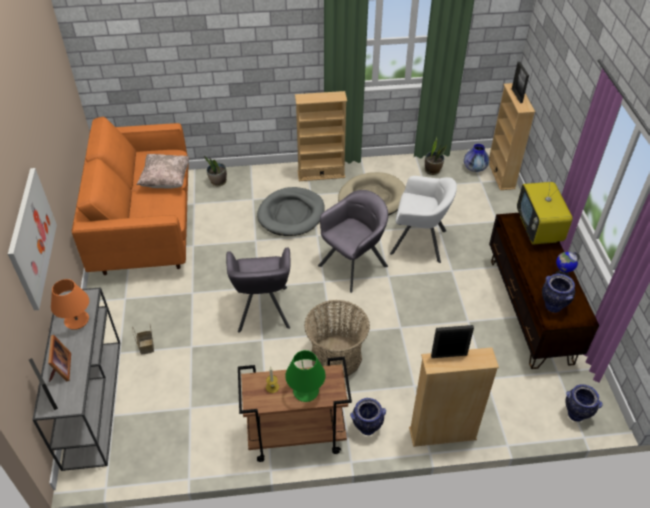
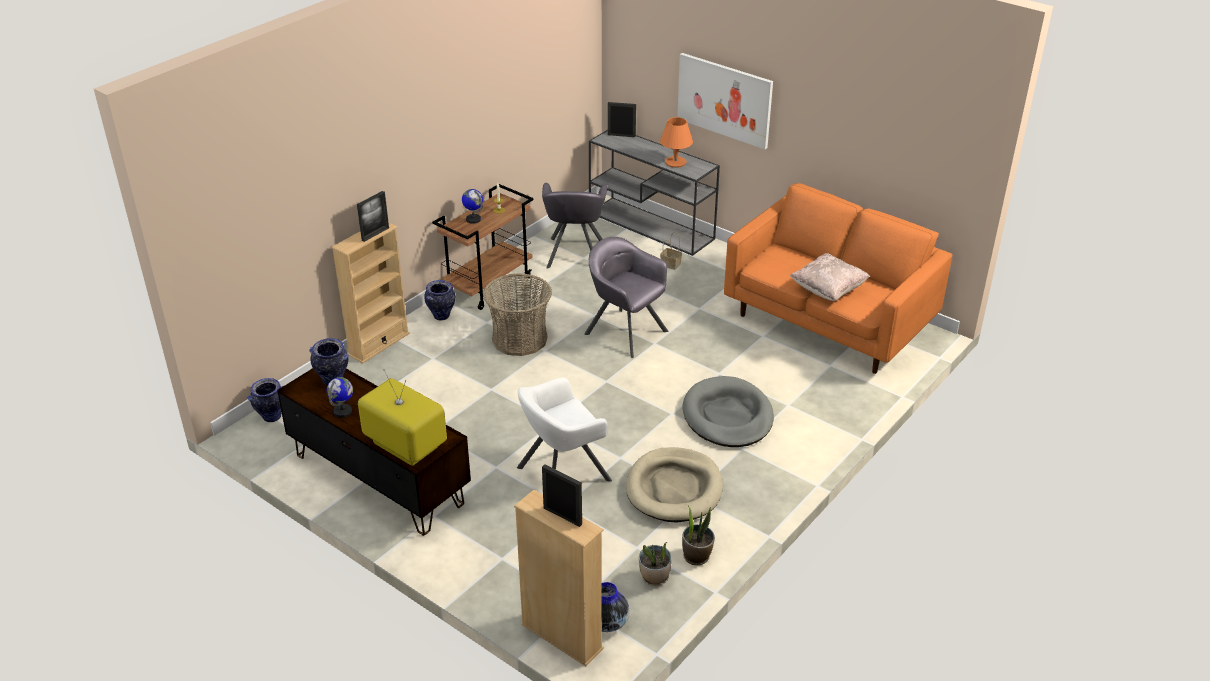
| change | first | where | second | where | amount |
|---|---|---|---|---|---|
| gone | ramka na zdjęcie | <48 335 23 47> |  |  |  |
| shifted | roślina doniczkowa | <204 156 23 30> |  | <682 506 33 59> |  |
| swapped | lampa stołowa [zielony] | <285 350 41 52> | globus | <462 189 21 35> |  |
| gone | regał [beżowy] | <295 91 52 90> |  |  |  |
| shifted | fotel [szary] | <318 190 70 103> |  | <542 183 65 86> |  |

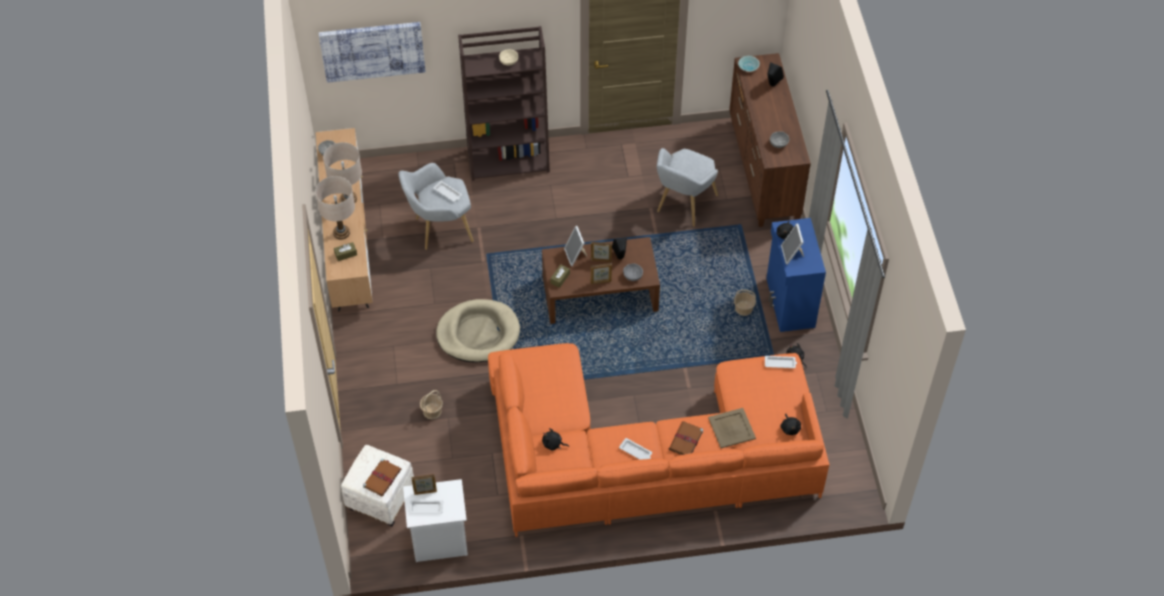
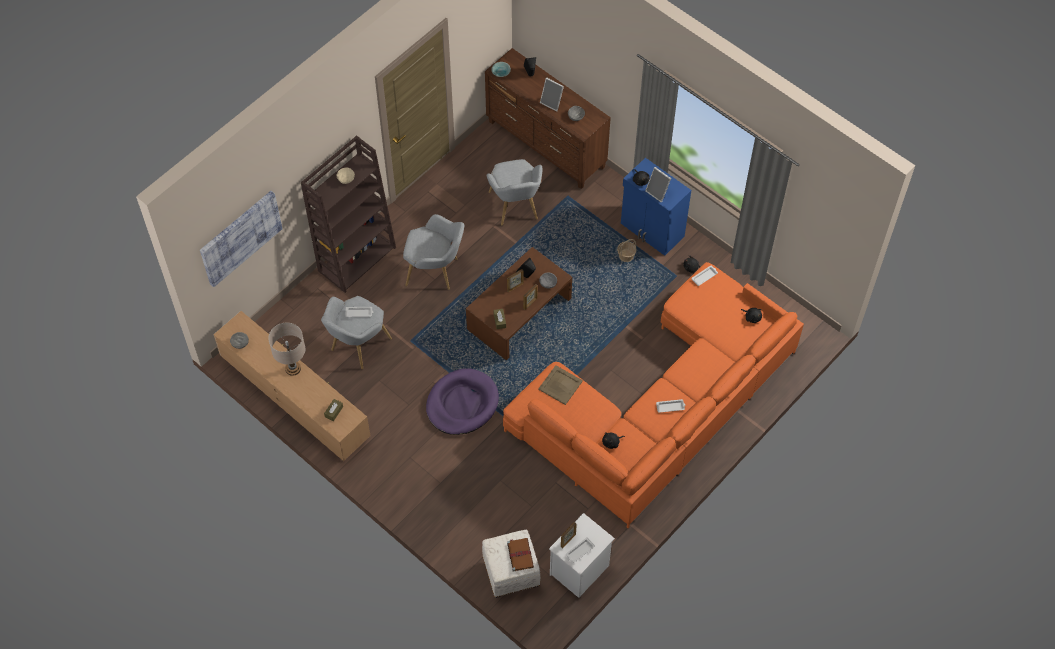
| change | first | where | second | where | amount |
|---|---|---|---|---|---|
| gone | lampa stołowa [beżowy] | <315 176 40 64> |  |  |  |
| gone | koszyk | <420 390 23 29> |  |  |  |
| repainted | legowisko [beżowy] | <436 299 84 64> | legowisko [fioletowy] | <426 368 73 67> |  |
| shifted | ramka na zdjęcie | <564 226 23 40> |  | <540 77 24 34> |  |
| gone | książka [brązowy] | <669 421 34 34> |  |  |  |
| shifted | taca [beżowy] | <708 408 48 40> |  | <538 365 45 40> |  |
| new |  |  | fotel [szary] | <403 214 61 76> |  |

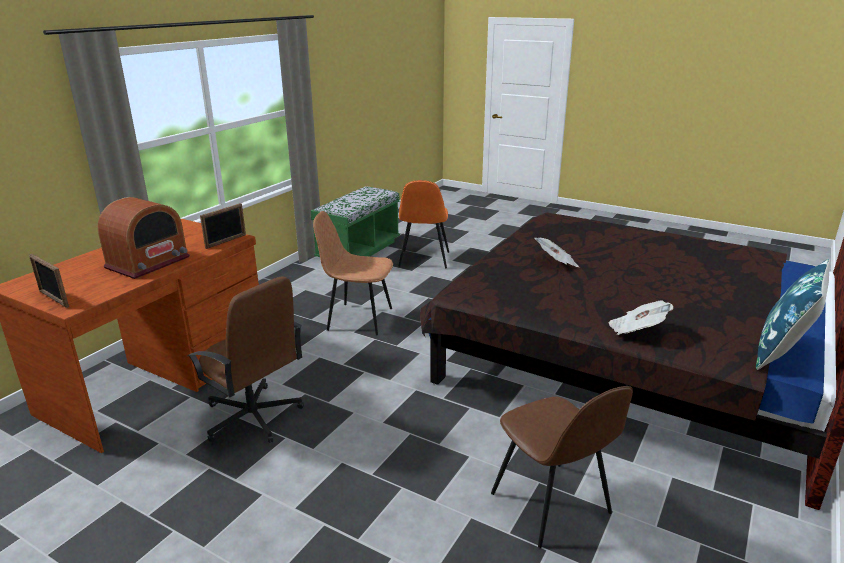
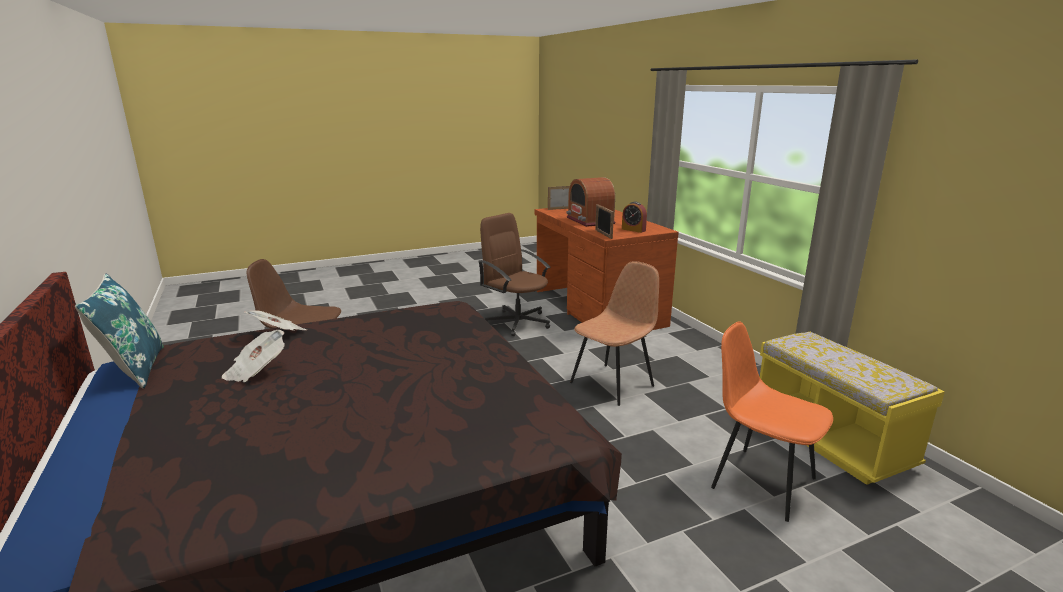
| change | first | where | second | where | amount |
|---|---|---|---|---|---|
| rotated | krzesło biurowe [brązowy] | <187 277 117 166> |  | <478 213 73 123> | 60 degrees clockwise |
| repainted | ławka [zielony] | <311 187 89 70> | ławka [żółty] | <760 332 185 153> |  |
| shifted | gazeta | <535 237 44 30> |  | <222 330 63 52> |  |
| new |  |  | budzik | <622 202 25 31> |  |

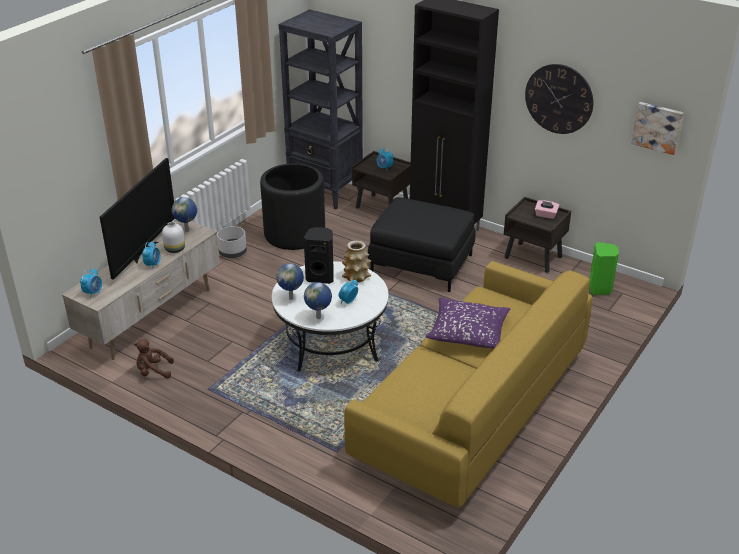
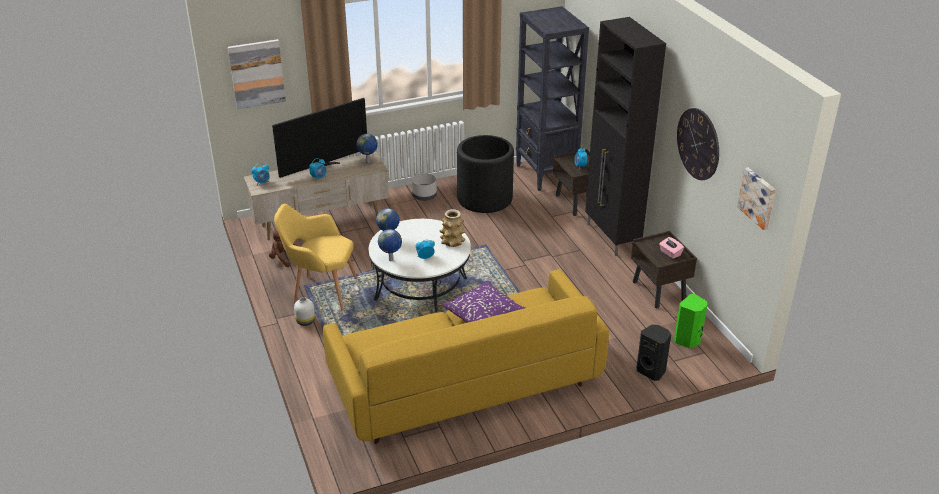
| change | first | where | second | where | amount |
|---|---|---|---|---|---|
| shifted | wazon [biały] | <162 222 23 31> |  | <294 297 21 29> |  |
| shifted | głośnik [czarny] | <304 227 30 57> |  | <636 325 35 56> |  |
| gone | pufa [czarny] | <368 197 108 95> |  |  |  |
| new |  |  | obraz | <228 39 58 71> |  |
| new |  |  | fotel [żółty] | <274 204 83 106> |  |

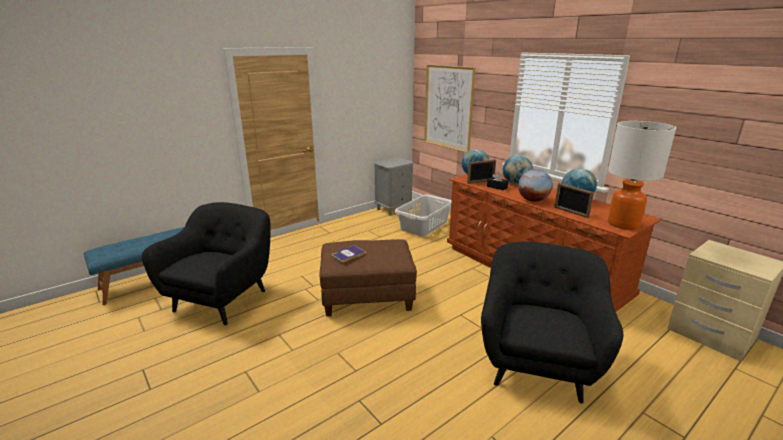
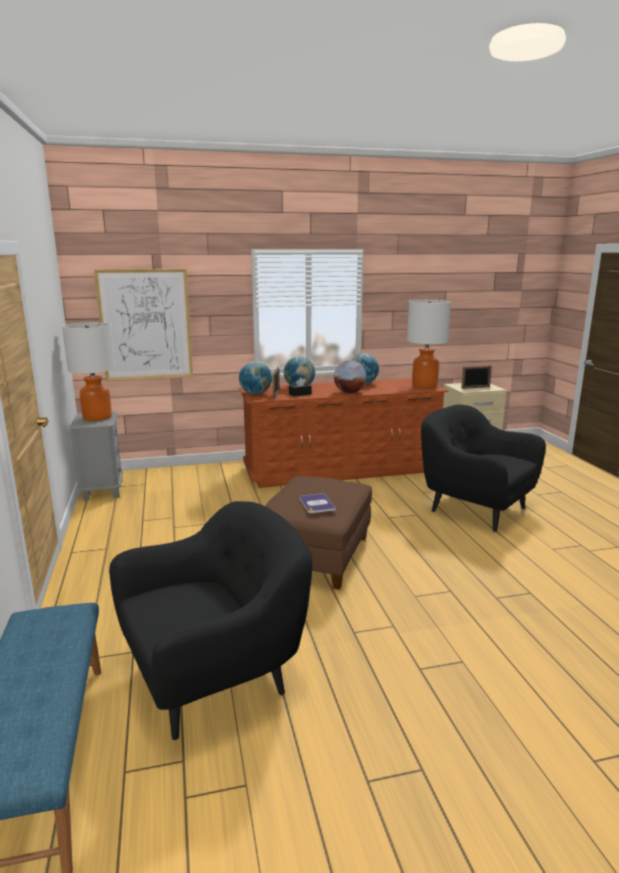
| change | first | where | second | where | amount |
|---|---|---|---|---|---|
| rotated | fotel [czarny] | <142 202 129 123> |  | <109 501 203 239> | 105 degrees clockwise |
| gone | kosz na pranie [szary] | <394 195 57 41> |  |  |  |
| shifted | ramka na zdjęcie | <554 183 40 35> |  | <461 365 31 24> |  |
| new |  |  | lampa stołowa | <62 322 53 99> |  |

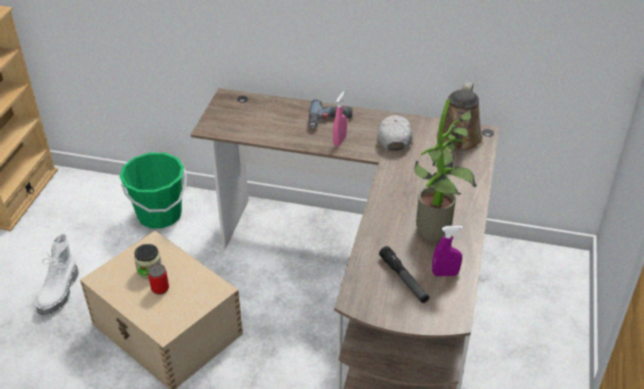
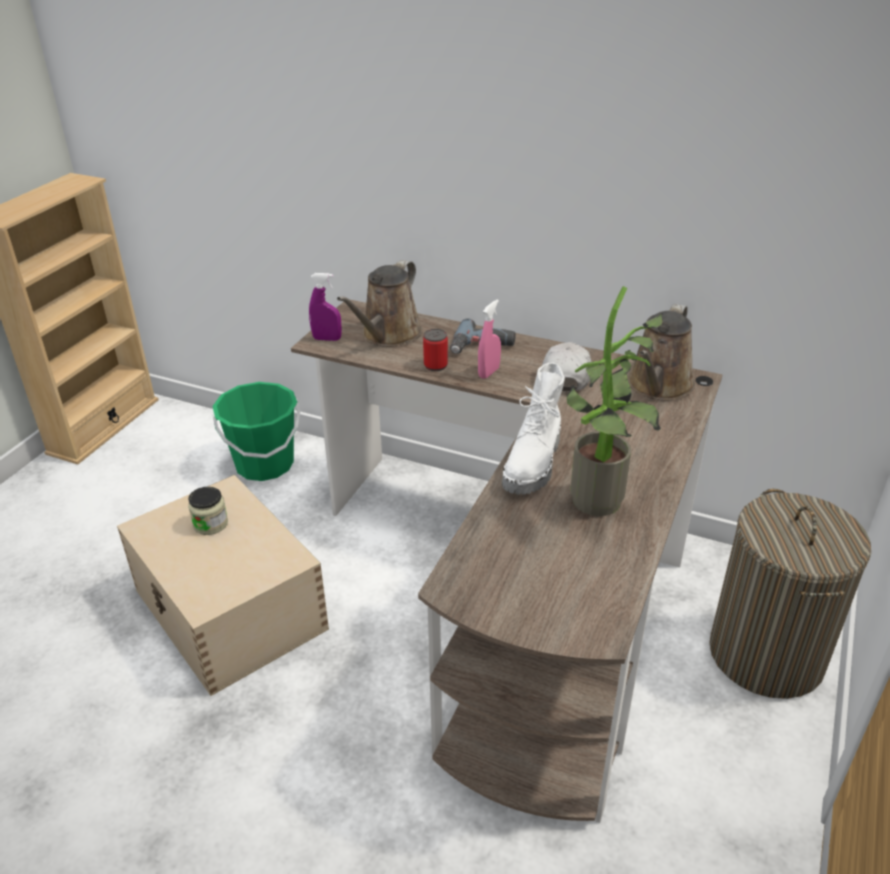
| change | first | where | second | where | amount |
|---|---|---|---|---|---|
| shifted | but z cholewką [biały] | <36 234 42 81> |  | <502 362 63 133> |  |
| shifted | puszka | <148 264 21 31> |  | <423 329 25 42> |  |
| gone | latarka | <379 246 50 57> |  |  |  |
| shifted | spryskiwacz [fioletowy] | <432 226 31 50> |  | <309 273 33 68> |  |
| new |  |  | konewka [brązowy] | <337 260 85 87> |  |
| new |  |  | kosz na pranie | <709 489 162 210> |  |

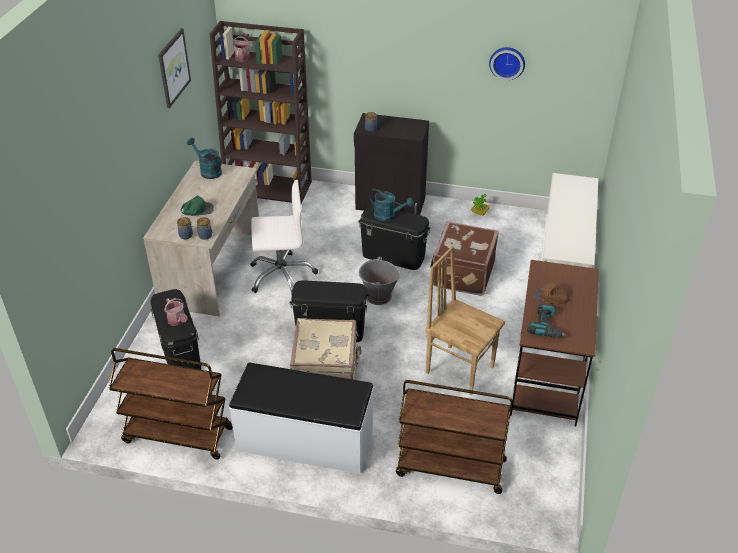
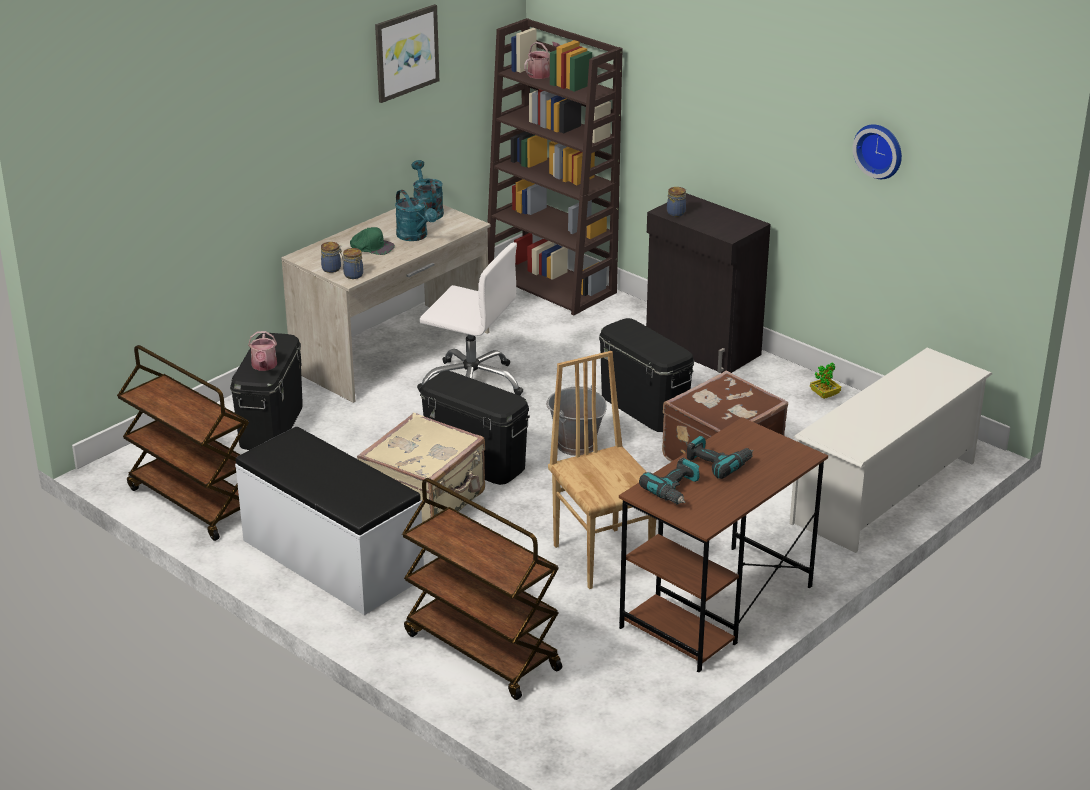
| change | first | where | second | where | amount |
|---|---|---|---|---|---|
| shifted | konewka [turkusowy] | <369 189 45 32> |  | <395 190 43 51> |  |
| swapped | czapka z daszkiem [brązowy] | <532 282 37 22> | wiertarka | <687 436 67 43> |  |

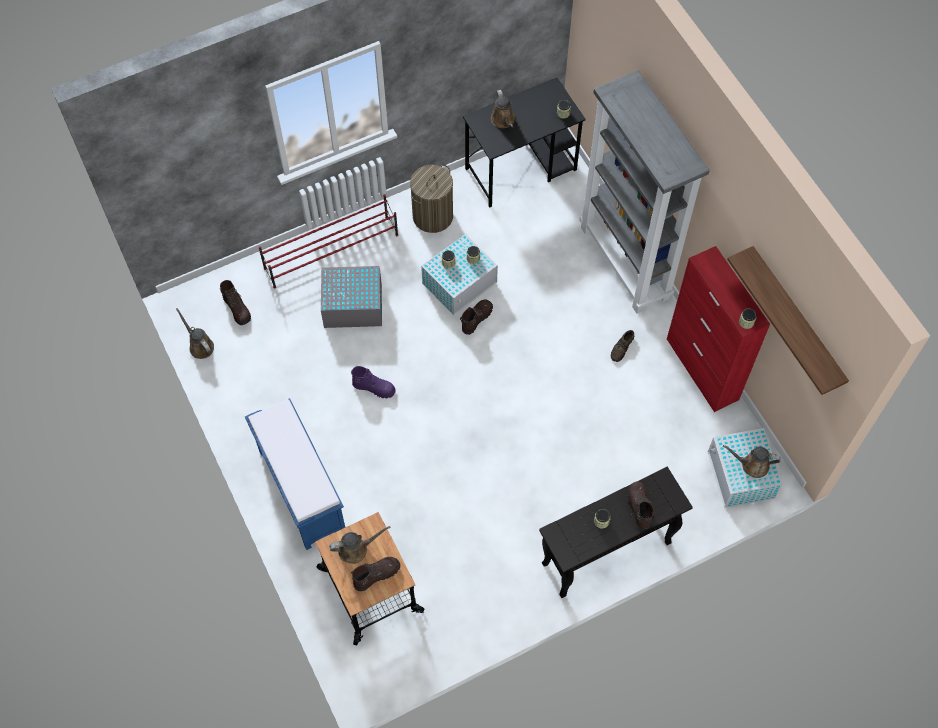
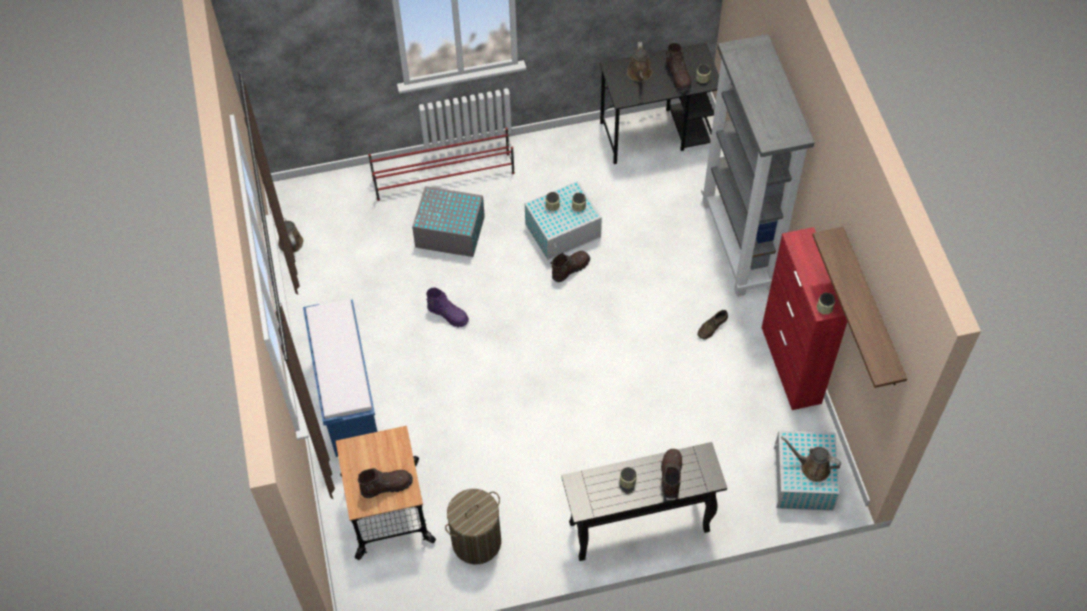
| change | first | where | second | where | amount |
|---|---|---|---|---|---|
| shifted | but z cholewką [brązowy] | <220 280 31 45> |  | <666 43 25 48> |  |
| gone | konewka [brązowy] | <329 526 62 38> |  |  |  |
| shifted | kosz na pranie | <410 165 43 68> |  | <445 489 56 75> |  |

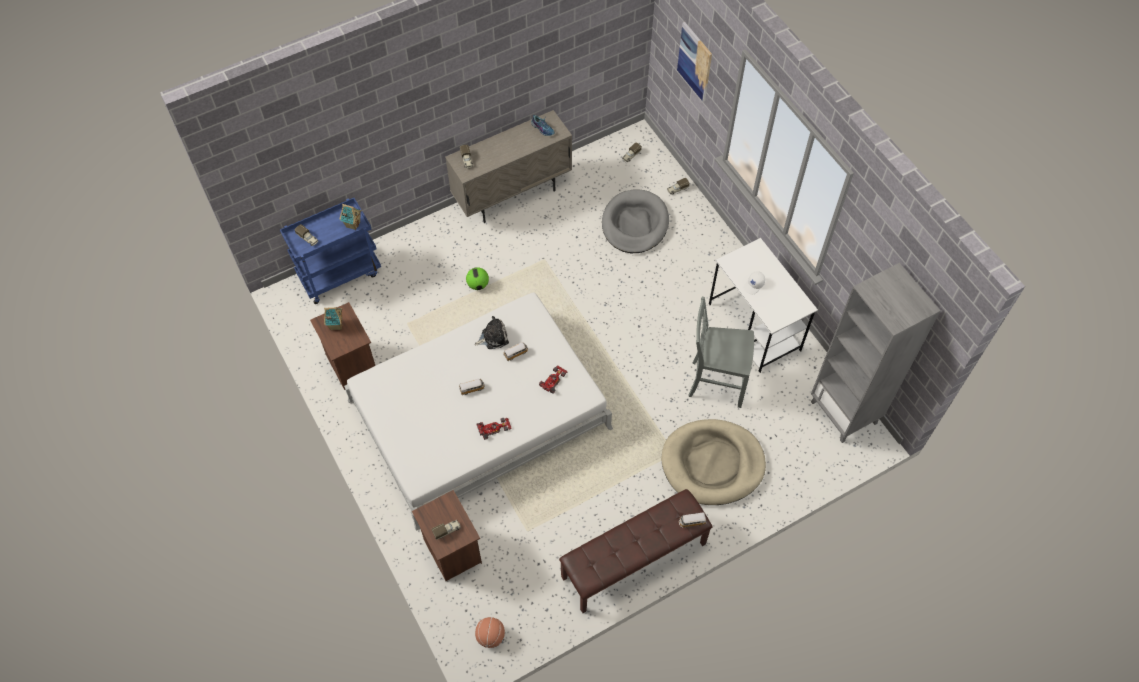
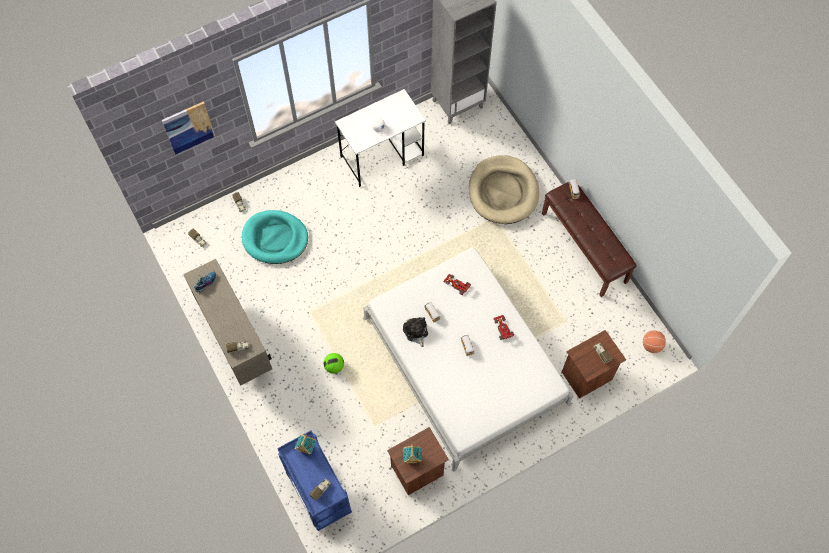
| change | first | where | second | where | amount |
|---|---|---|---|---|---|
| repainted | legowisko [szary] | <602 189 67 64> | legowisko [turkusowy] | <242 210 66 54> |  |
| gone | krzesło [szary] | <688 297 66 111> |  |  |  |

